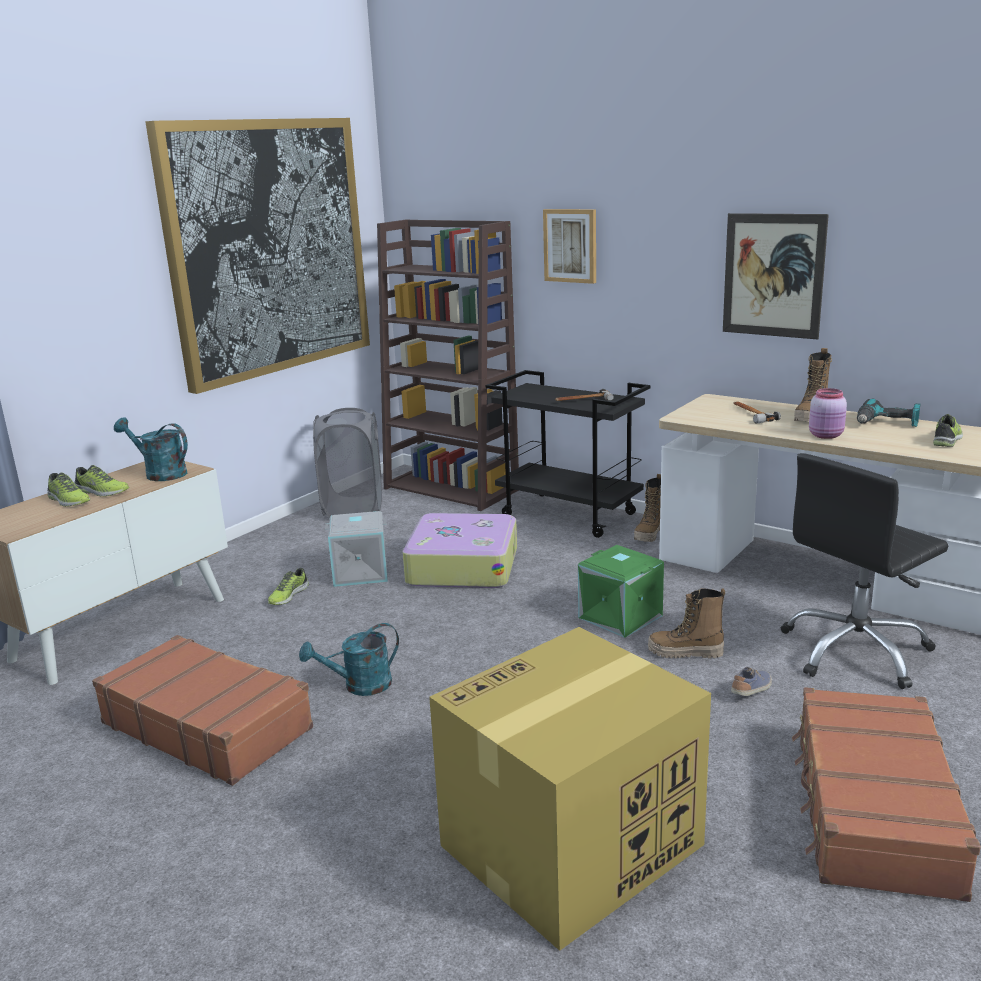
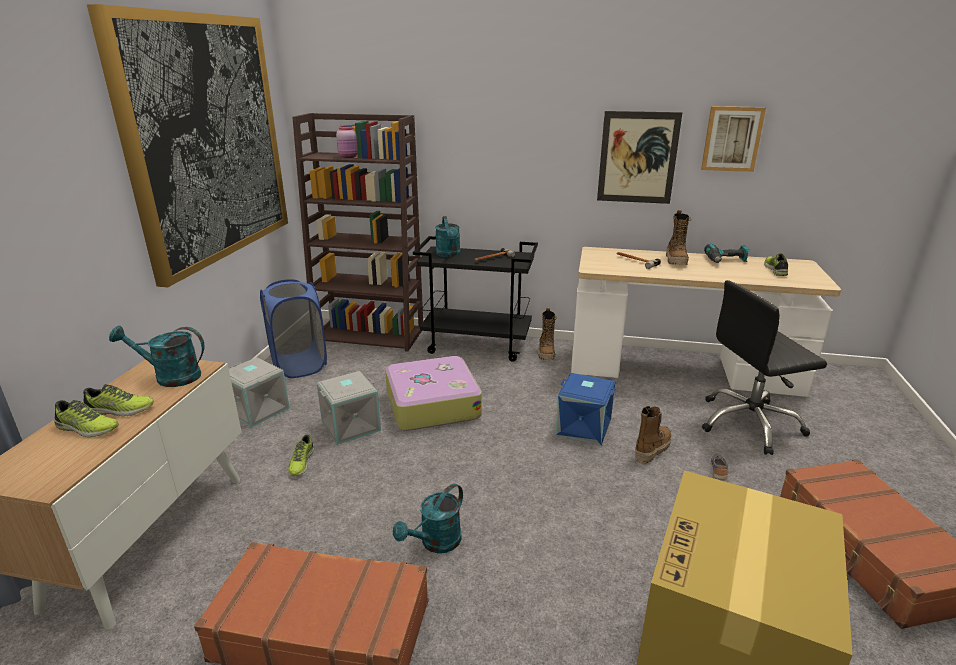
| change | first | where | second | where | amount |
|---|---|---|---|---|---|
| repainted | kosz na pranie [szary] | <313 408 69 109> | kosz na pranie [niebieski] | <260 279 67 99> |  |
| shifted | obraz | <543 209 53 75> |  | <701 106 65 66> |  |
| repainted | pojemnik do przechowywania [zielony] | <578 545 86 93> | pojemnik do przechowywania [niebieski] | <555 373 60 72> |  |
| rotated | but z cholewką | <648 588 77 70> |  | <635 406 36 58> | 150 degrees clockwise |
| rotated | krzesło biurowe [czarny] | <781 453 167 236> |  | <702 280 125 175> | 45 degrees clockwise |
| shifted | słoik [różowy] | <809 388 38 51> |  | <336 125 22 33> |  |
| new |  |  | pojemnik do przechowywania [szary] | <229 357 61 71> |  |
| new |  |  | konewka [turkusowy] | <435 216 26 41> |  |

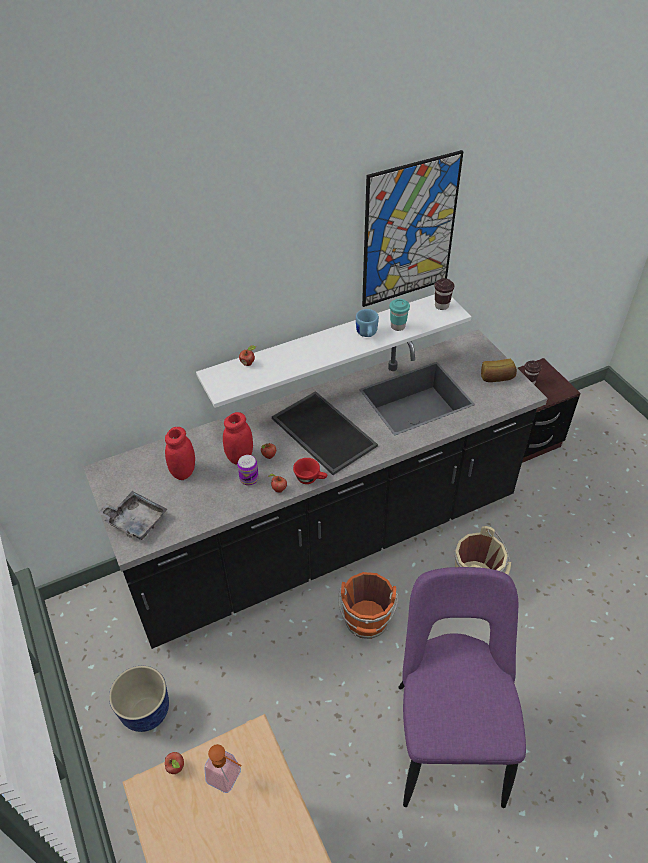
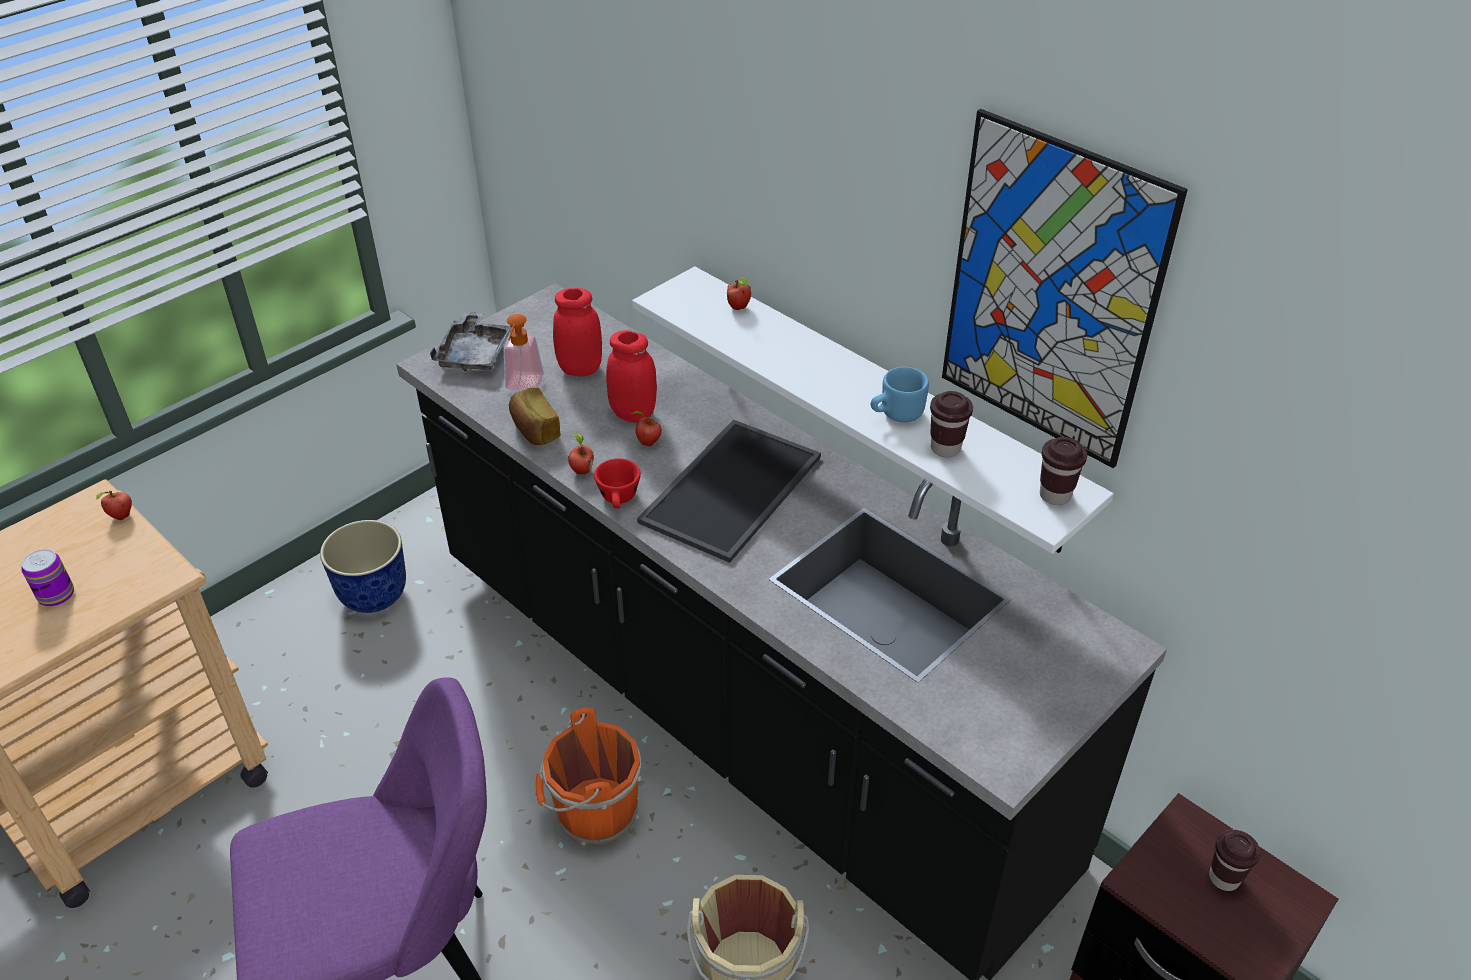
| change | first | where | second | where | amount |
|---|---|---|---|---|---|
| shifted | dozownik mydła | <204 744 38 49> |  | <504 314 40 77> |  |
| shifted | puszka | <237 455 22 31> |  | <21 549 53 58> |  |
| repainted | filiżanka [turkusowy] | <389 299 21 32> | filiżanka [brązowy] | <930 391 43 66> |  |
| shifted | chleb | <481 359 36 23> |  | <509 388 52 57> |  |

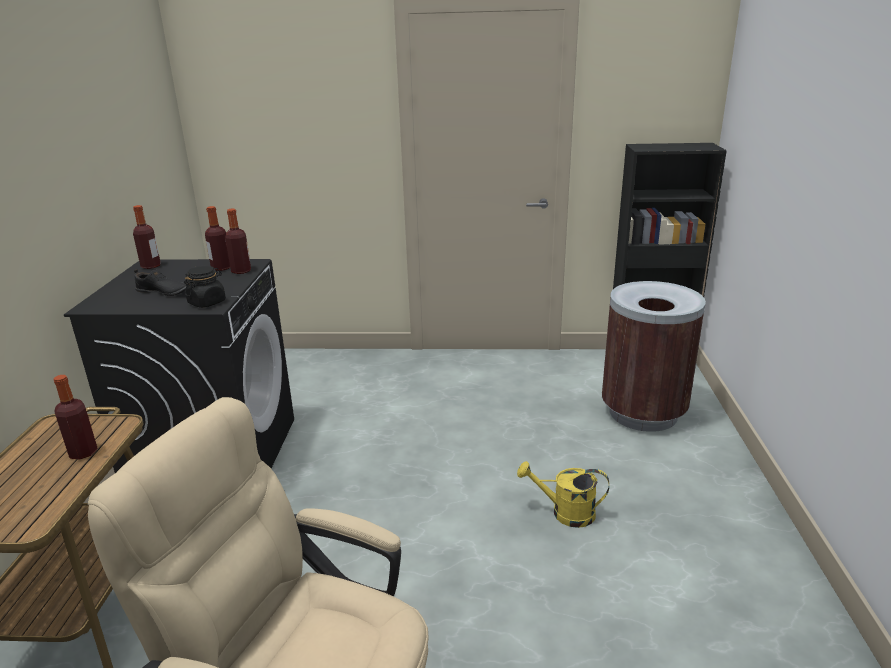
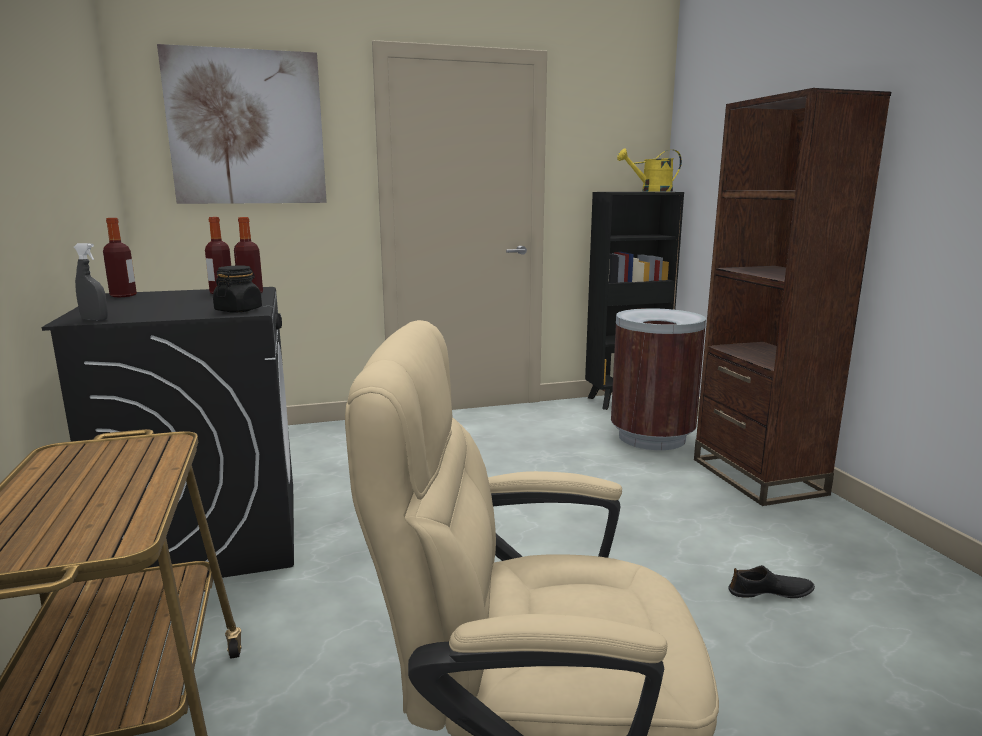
| change | first | where | second | where | amount |
|---|---|---|---|---|---|
| gone | butelka | <54 375 44 85> |  |  |  |
| shifted | but [czarny] | <134 269 52 27> |  | <728 565 87 33> |  |
| shifted | konewka [żółty] | <517 461 92 67> |  | <617 148 65 44> |  |
| new |  |  | spryskiwacz [szary] | <74 243 34 78> |  |
| new |  |  | obraz | <157 44 170 160> |  |
| new |  |  | regał [brązowy] | <694 88 197 418> |  |

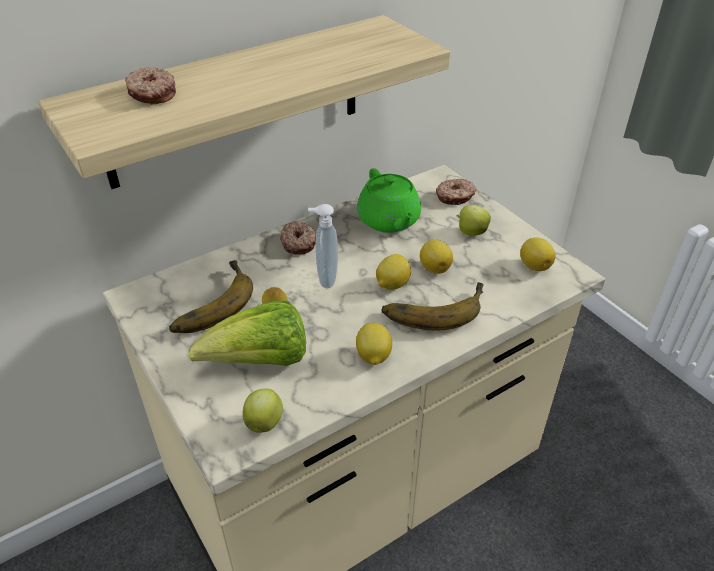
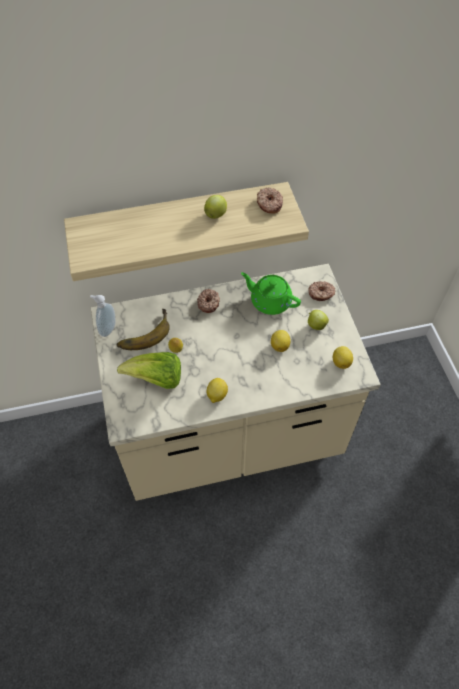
| change | first | where | second | where | amount |
|---|---|---|---|---|---|
| shifted | donut | <125 67 51 37> |  | <257 188 26 26> |  |
| shifted | jabłko | <243 389 40 44> |  | <204 195 23 24> |  |
| shifted | dozownik mydła | <308 204 30 84> |  | <90 295 25 42> |  |
| rotated | imbryk [zielony] | <357 168 64 65> |  | <241 272 60 43> | 120 degrees clockwise |
| gone | cytryna | <376 254 35 36> |  |  |  |
| gone | banan | <381 282 103 49> |  |  |  |

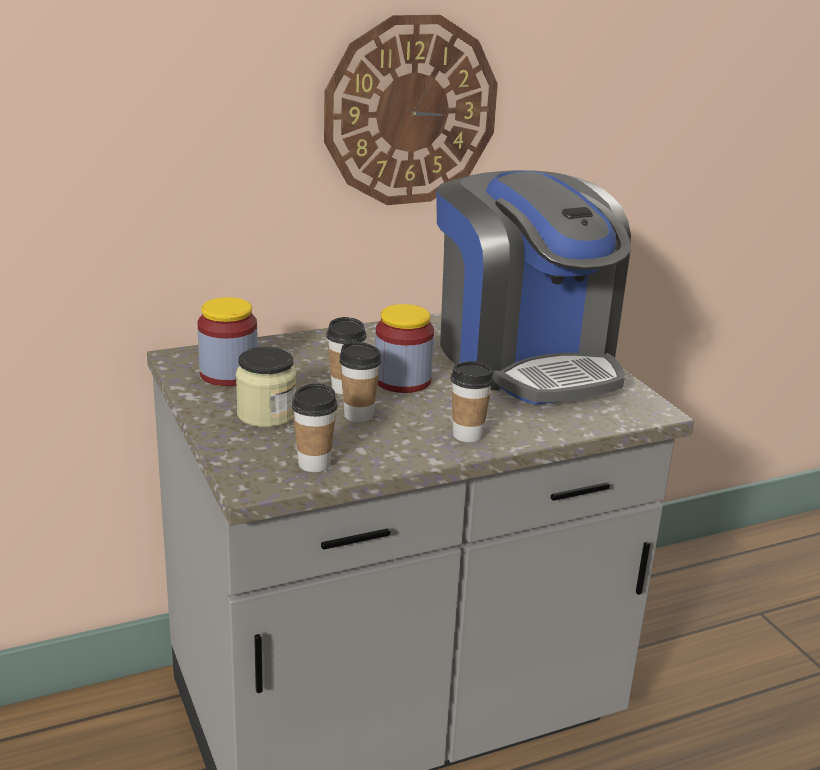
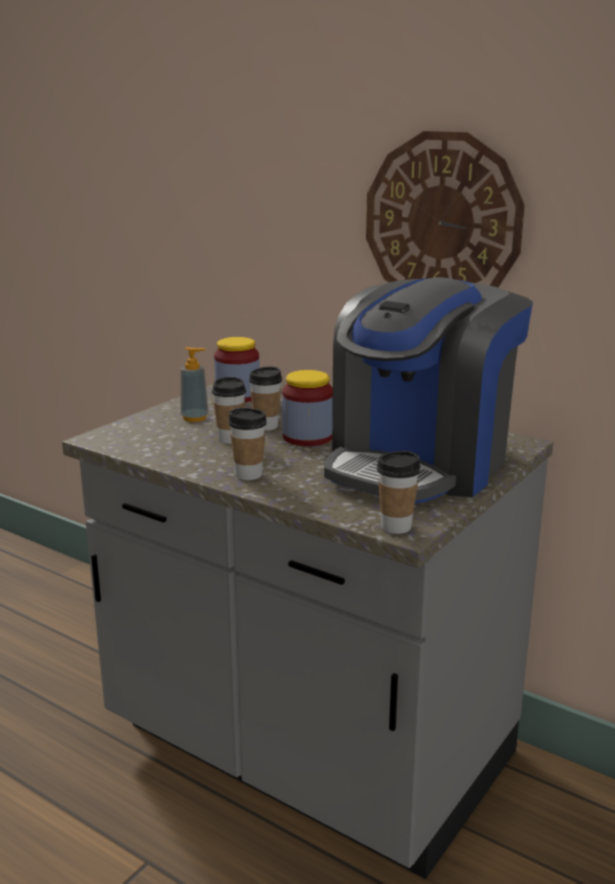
| change | first | where | second | where | amount |
|---|---|---|---|---|---|
| swapped | słoik | <236 347 60 81> | dozownik mydła | <180 347 29 75> |  |
| shifted | filiżanka | <292 384 46 88> |  | <377 451 44 83> |  |

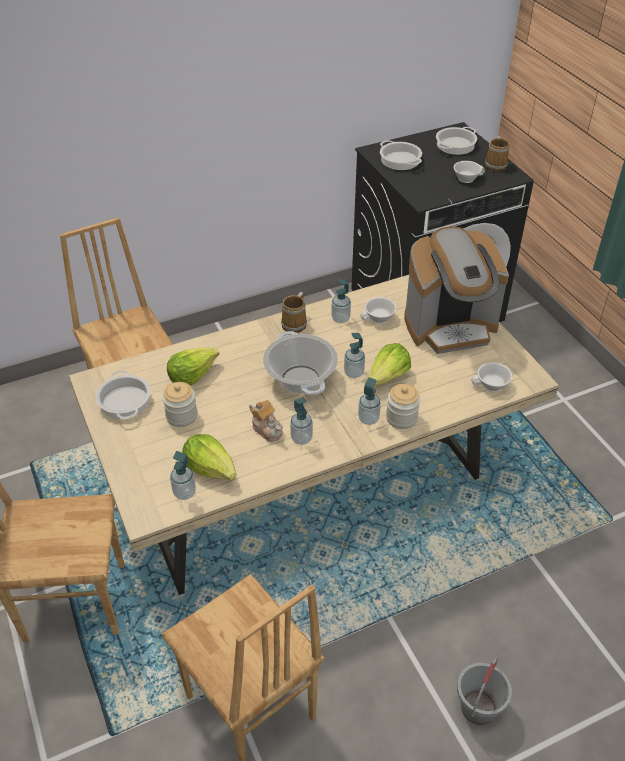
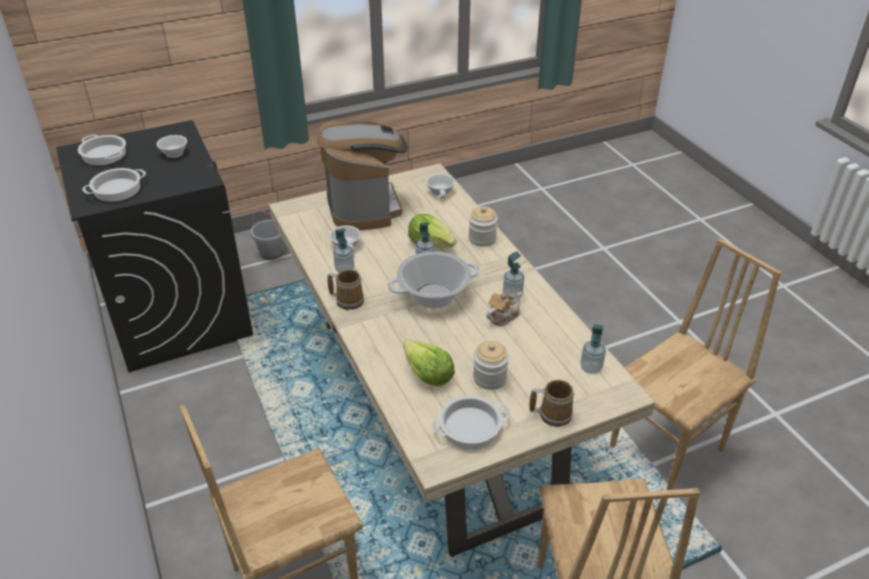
| change | first | where | second | where | amount |
|---|---|---|---|---|---|
| gone | sałata | <182 434 54 46> |  |  |  |
| gone | dozownik mydła | <358 377 23 48> |  |  |  |
| shifted | wiadro [szary] | <457 657 55 68> |  | <251 210 33 50> |  |
| shifted | kubek | <485 136 25 36> |  | <530 380 44 47> |  |

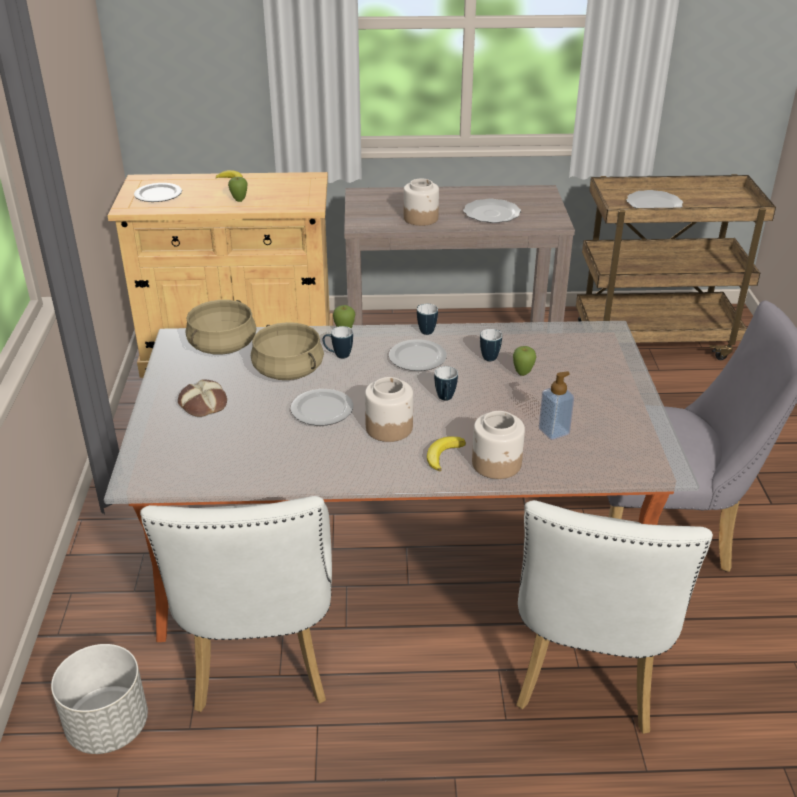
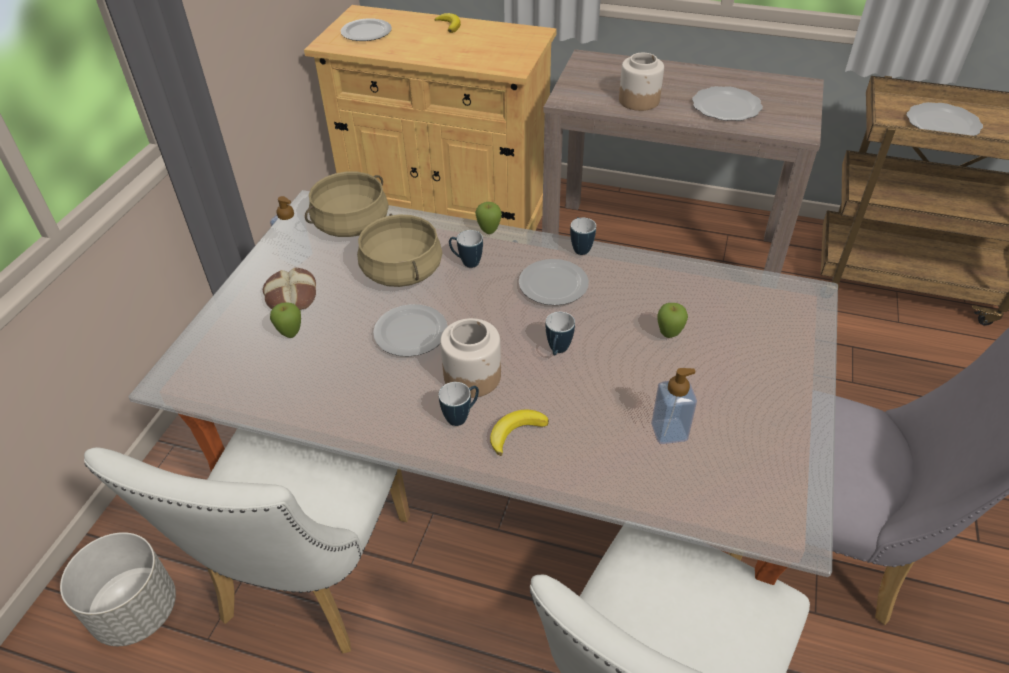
| change | first | where | second | where | amount |
|---|---|---|---|---|---|
| shifted | jabłko | <228 177 20 25> |  | <270 302 31 36> |  |
| gone | słoik | <472 411 53 68> |  |  |  |
| shifted | kubek | <480 329 22 32> |  | <439 382 40 44> |  |
| new |  |  | dozownik mydła | <270 196 43 70> |  |

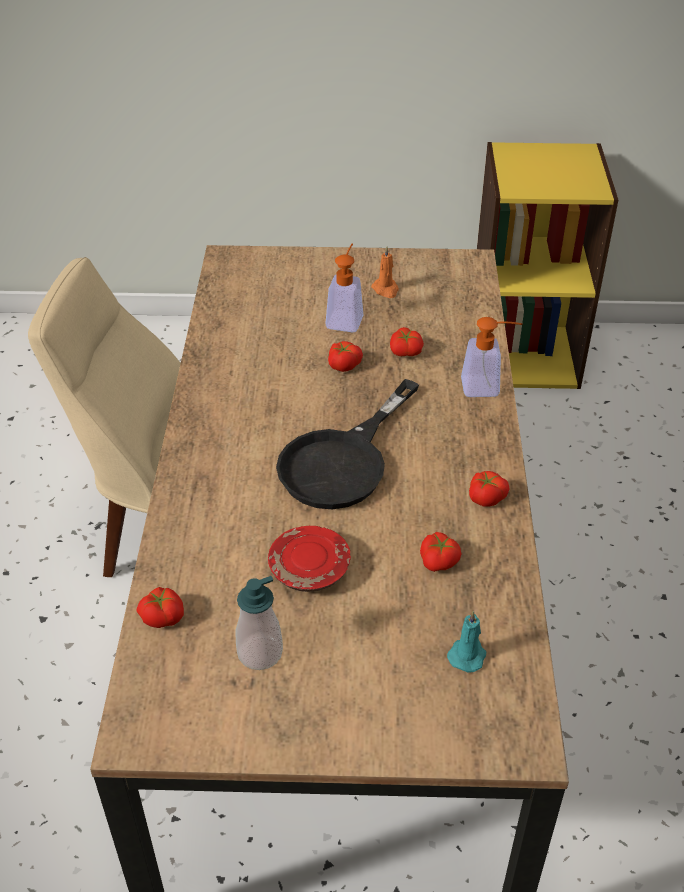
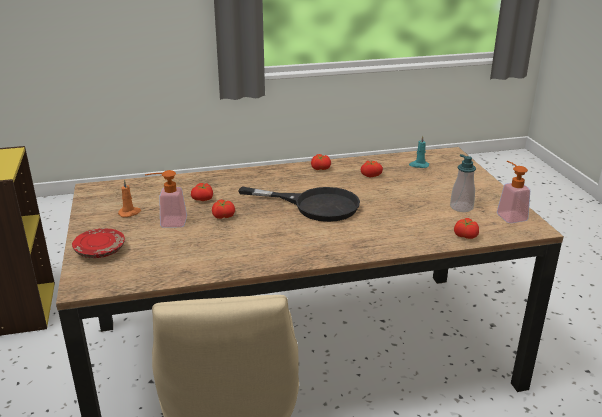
| change | first | where | second | where | amount |
|---|---|---|---|---|---|
| shifted | talerz [czerwony] | <268 526 83 66> |  | <72 228 53 30> |  |
| shifted | dozownik mydła | <461 317 62 80> |  | <497 161 33 62> |  |

